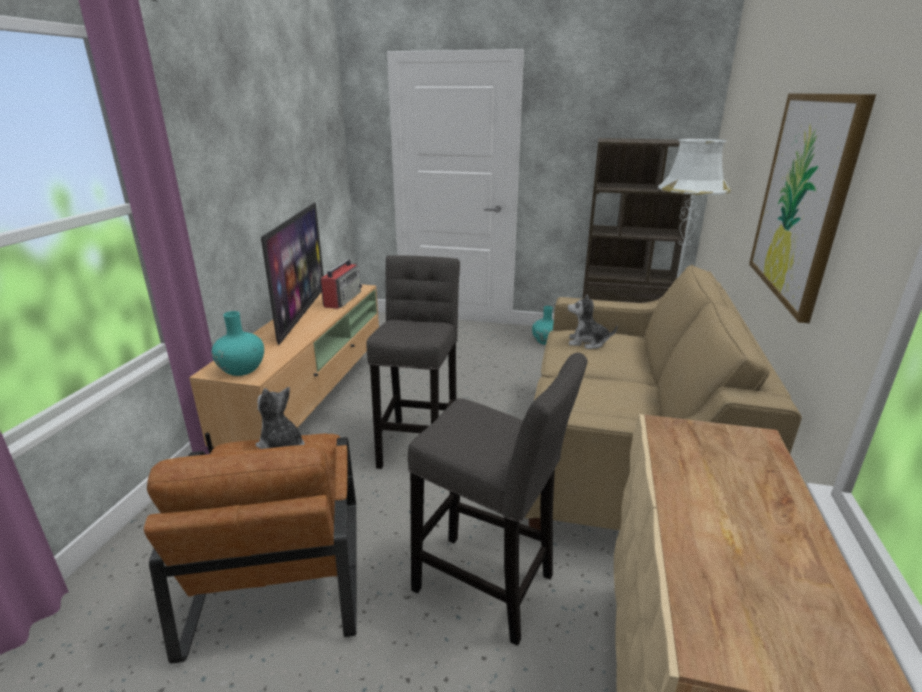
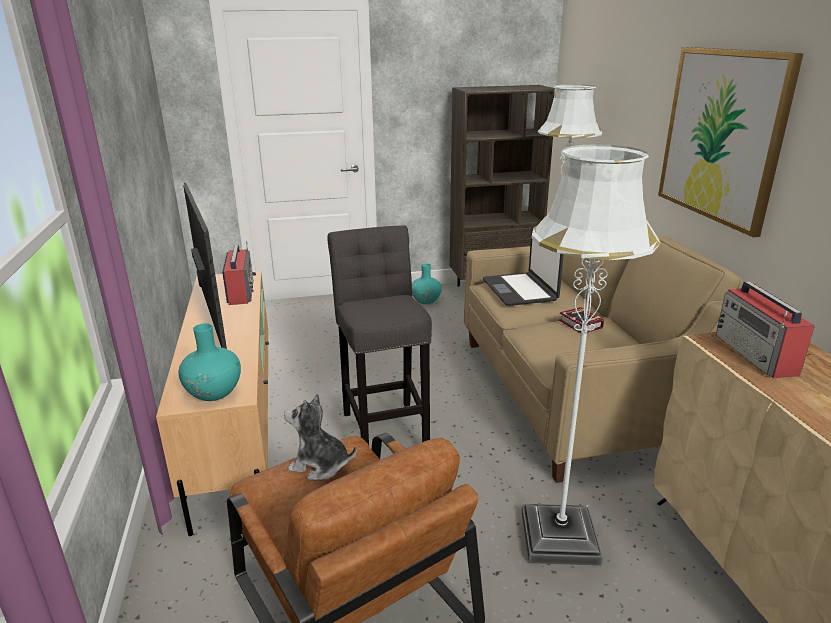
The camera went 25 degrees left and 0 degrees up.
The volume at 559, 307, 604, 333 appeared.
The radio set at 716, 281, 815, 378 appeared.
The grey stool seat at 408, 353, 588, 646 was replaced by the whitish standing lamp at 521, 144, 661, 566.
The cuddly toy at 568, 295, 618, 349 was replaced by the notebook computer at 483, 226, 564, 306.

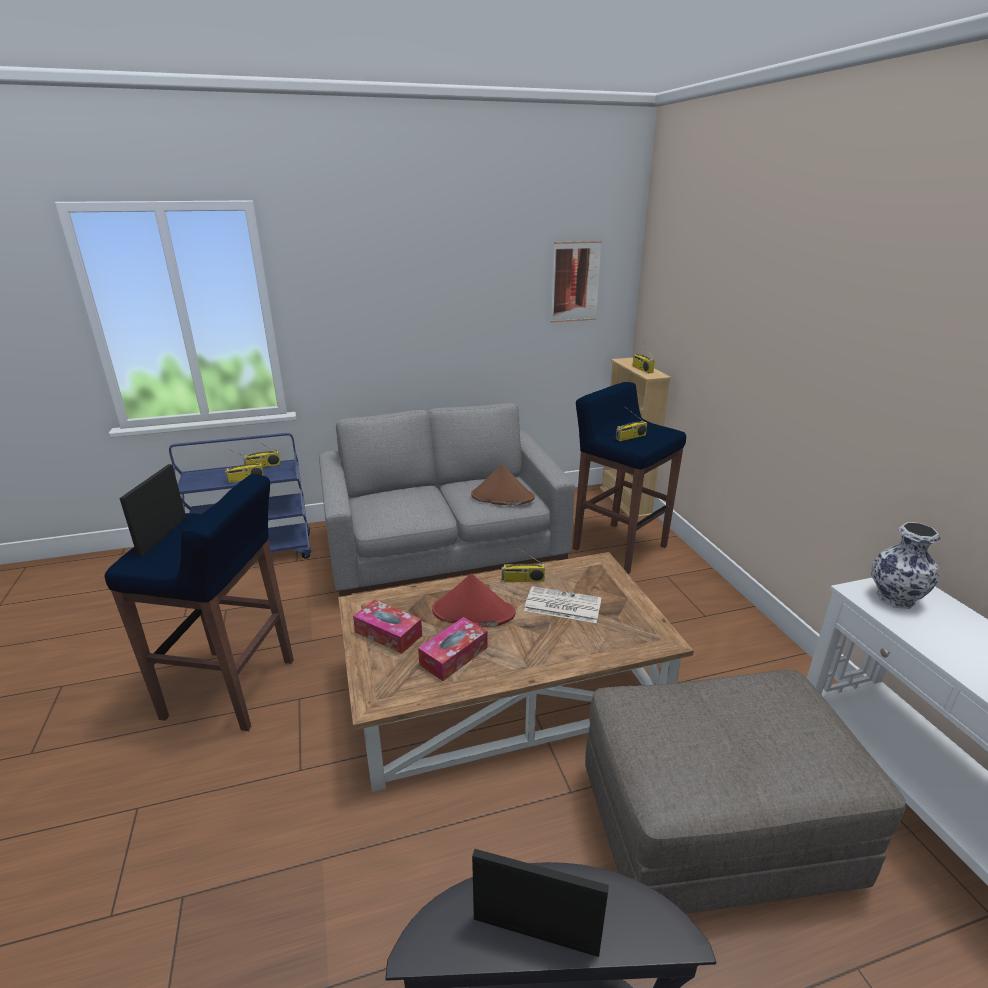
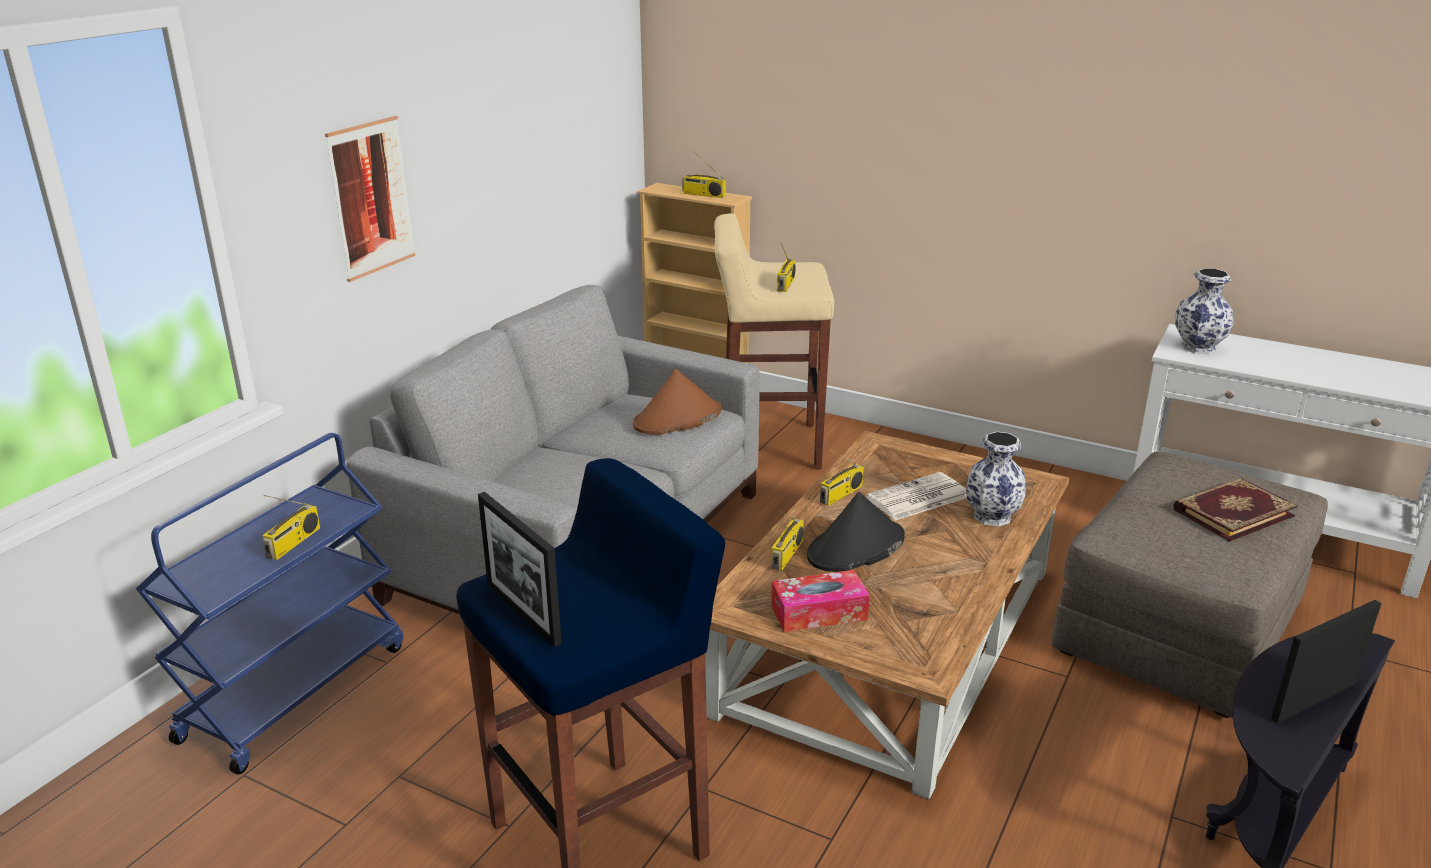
The camera went 45 degrees left and 0 degrees up.
The box of tissues at 418, 617, 488, 681 disappeared.
The vase at 966, 432, 1026, 527 appeared.
The volume at 1173, 478, 1298, 542 appeared.
The radio set moved from 243, 439, 280, 467 to 771, 510, 804, 571.
The wall art moved from 551, 241, 602, 323 to 325, 116, 415, 282.
The reddish hat at 432, 574, 515, 627 became the blackish hat at 807, 492, 905, 572.
The blue-coloured stool seat at 573, 382, 686, 574 became the beige stool seat at 714, 213, 834, 470.

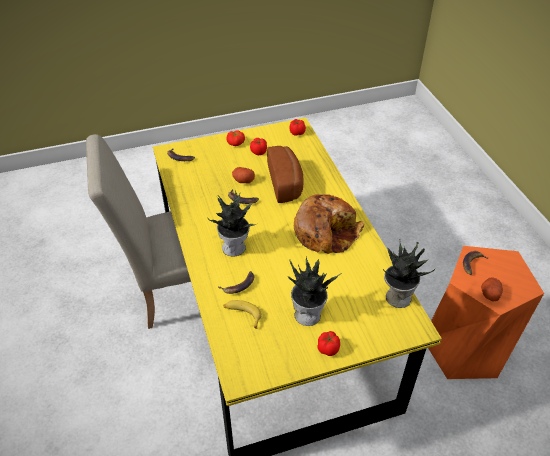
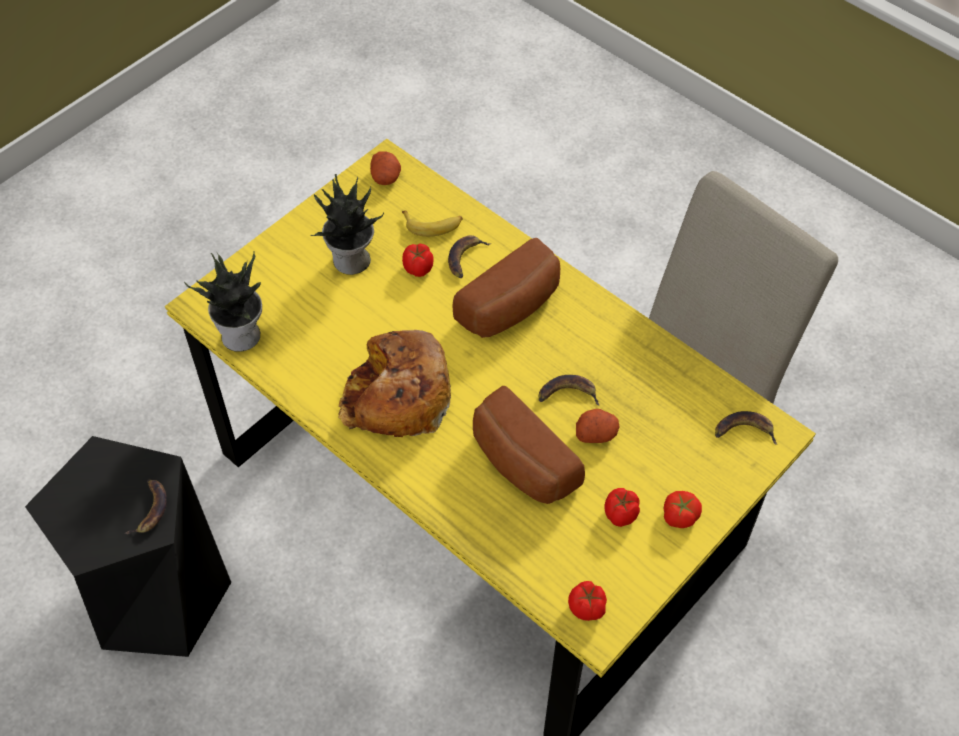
The camera went 150 degrees right and 10 degrees up.
The fresh tomato moved from 317, 331, 340, 356 to 402, 244, 434, 277.
The potato moved from 481, 277, 503, 301 to 370, 151, 401, 185.
The houseplant at 207, 190, 256, 256 was replaced by the bakery bread at 452, 238, 560, 338.
The orange-coloured stool seat at 428, 246, 544, 379 became the blackish stool seat at 25, 436, 231, 657.

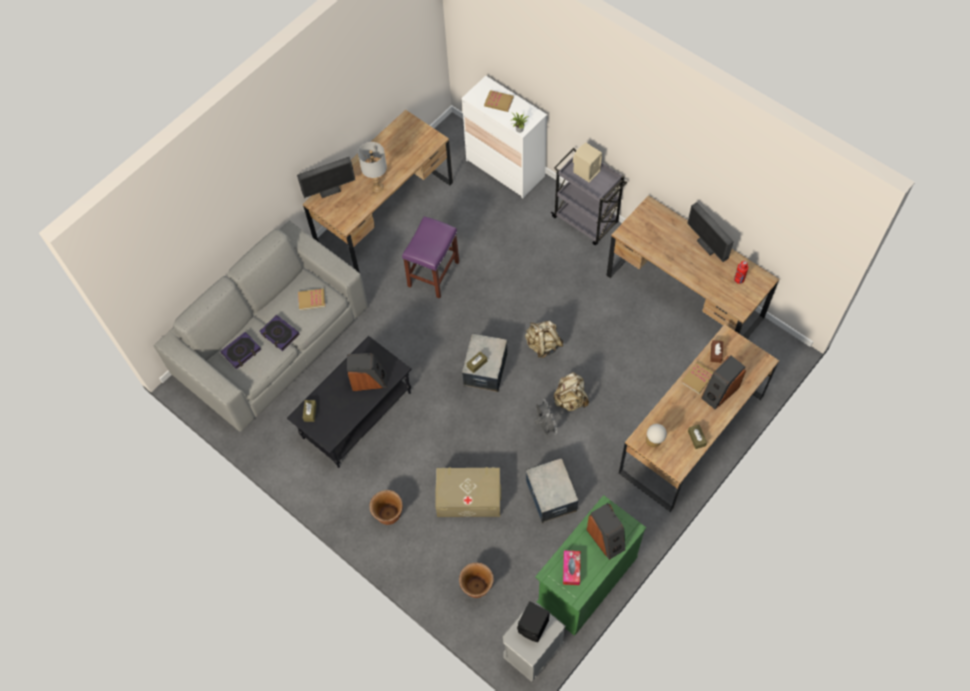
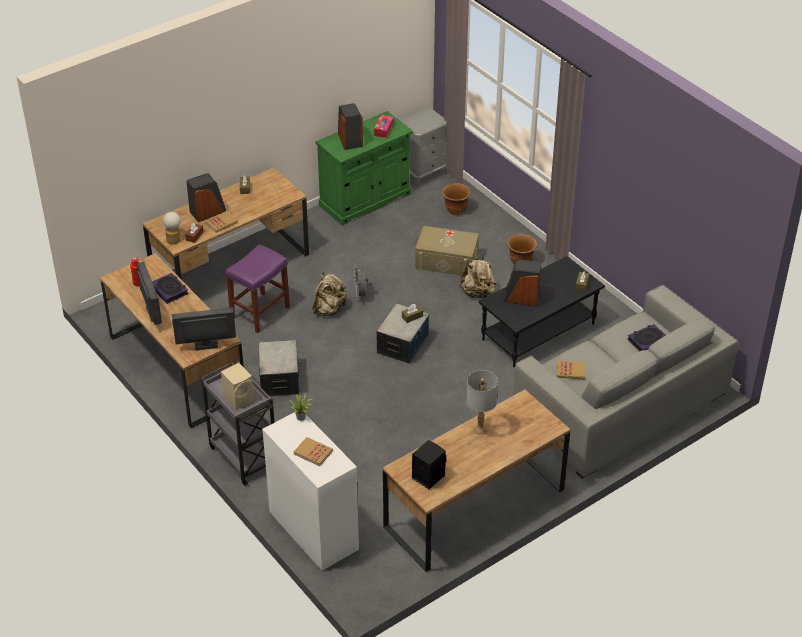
The camera went 170 degrees left and 20 degrees down.
The volume moved from 260, 315, 300, 351 to 152, 273, 189, 304.
The computer screen moved from 297, 157, 355, 198 to 172, 307, 236, 351.
The purple stool seat moved from 402, 216, 459, 299 to 225, 244, 290, 333.
The blackish audio speaker moved from 517, 601, 550, 642 to 412, 440, 447, 489.
The beige backpack moved from 525, 321, 563, 358 to 459, 255, 496, 298.
The storage container moved from 526, 458, 579, 523 to 258, 340, 300, 397.
The lamp for a table moved from 646, 424, 667, 447 to 163, 212, 181, 245.

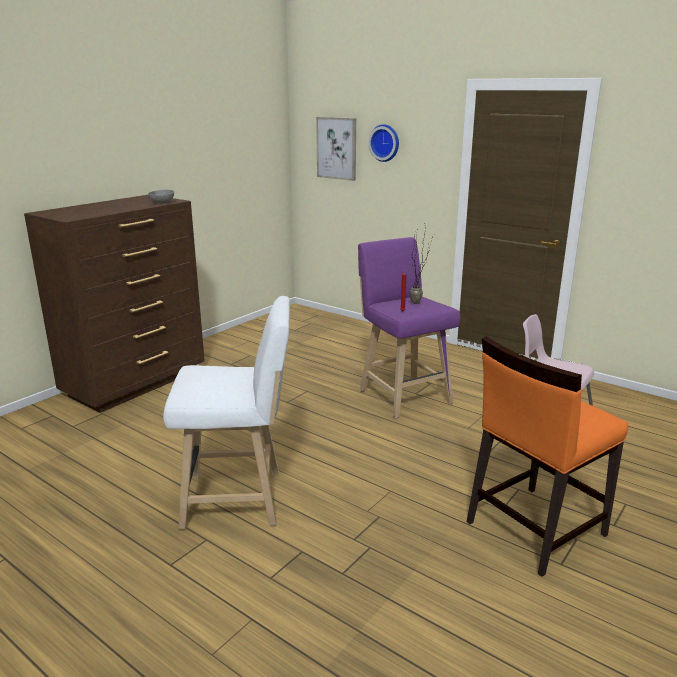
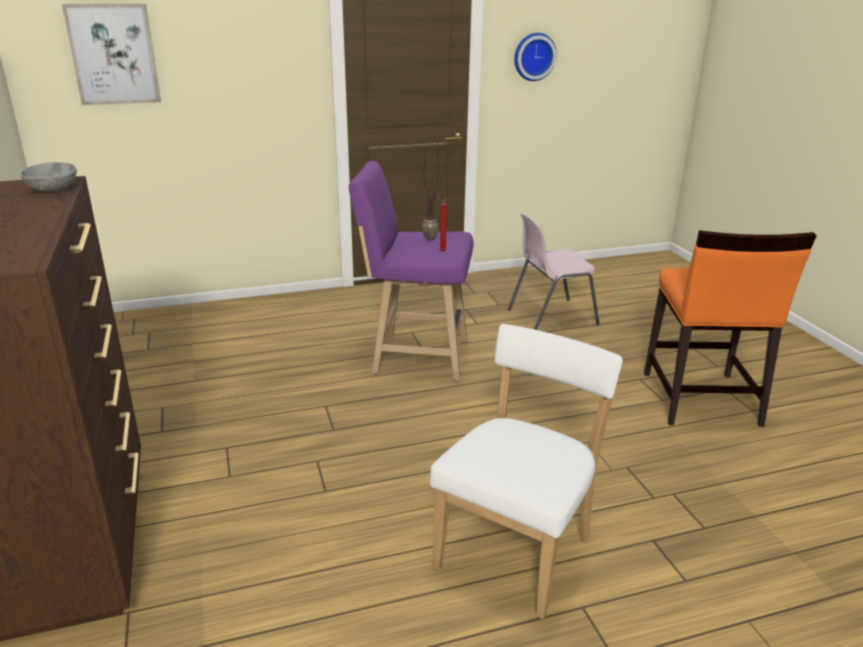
The camera went 55 degrees left and 5 degrees up.
The wall clock moved from 368, 124, 399, 162 to 514, 33, 557, 81.
The whitish stool seat at 163, 296, 290, 529 was replaced by the whitish upright chair at 430, 324, 623, 620.

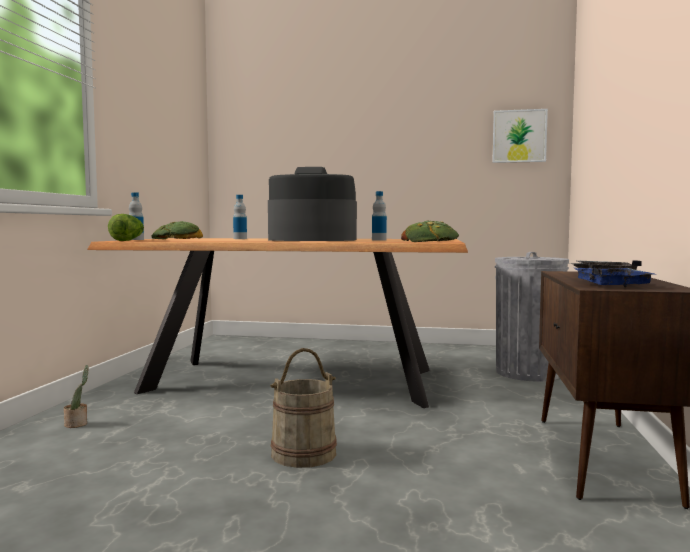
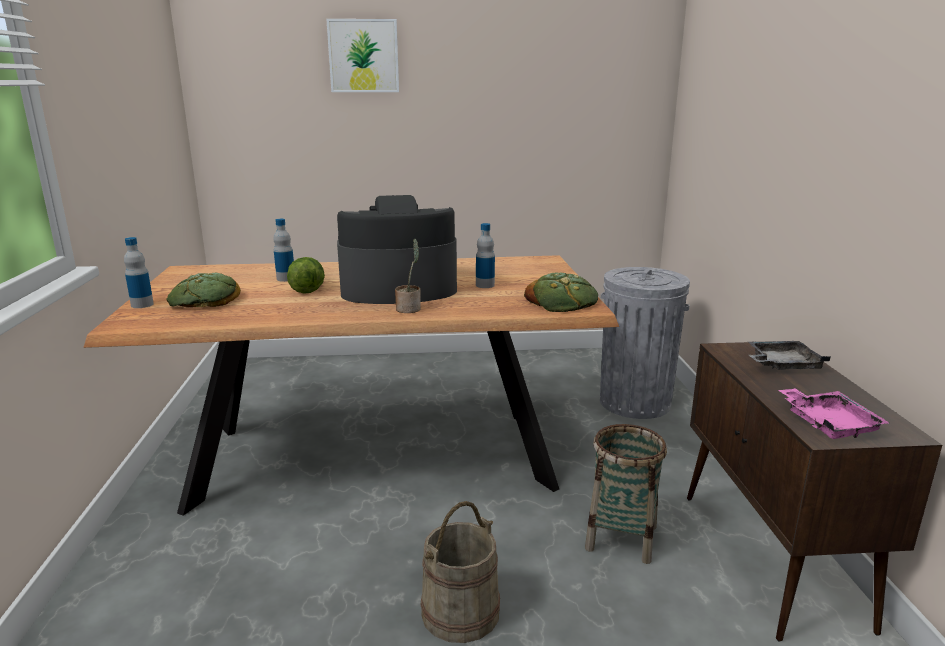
The camera went 15 degrees left and 15 degrees up.
The basket at 585, 424, 667, 564 appeared.
The houseplant moved from 64, 365, 89, 428 to 395, 239, 421, 313.
The lettuce head moved from 108, 214, 144, 241 to 287, 257, 325, 294.
The wall art moved from 492, 109, 548, 163 to 326, 19, 399, 92.
The blue-coloured tray at 574, 268, 655, 287 became the pinkish tray at 778, 388, 889, 439.

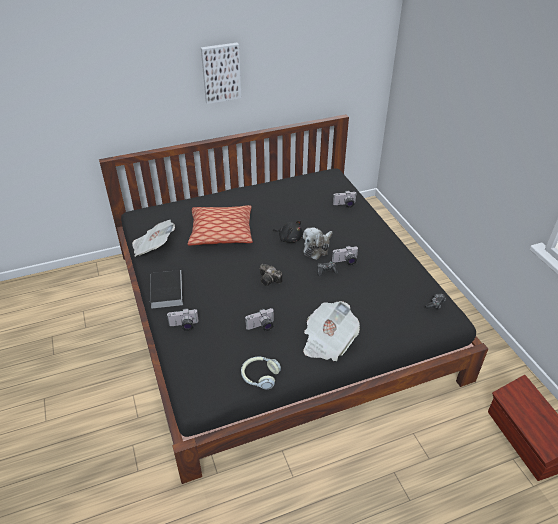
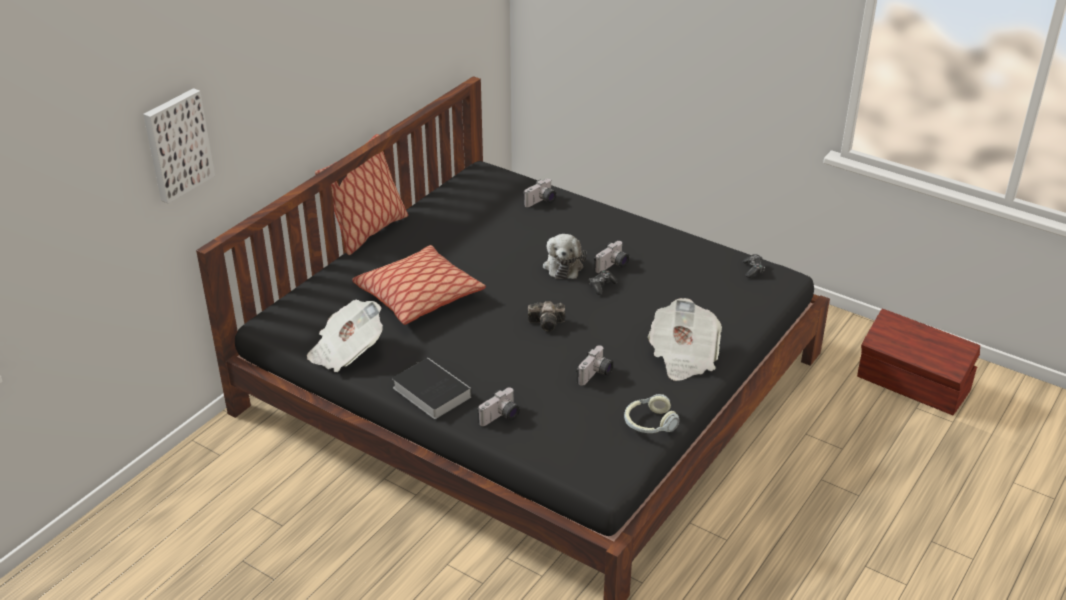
The camera went 35 degrees left and 5 degrees down.
The blackish cuddly toy at 273, 221, 303, 243 disappeared.
The cushion at 315, 134, 408, 255 appeared.
The wall art moved from 201, 43, 241, 104 to 143, 88, 215, 204.

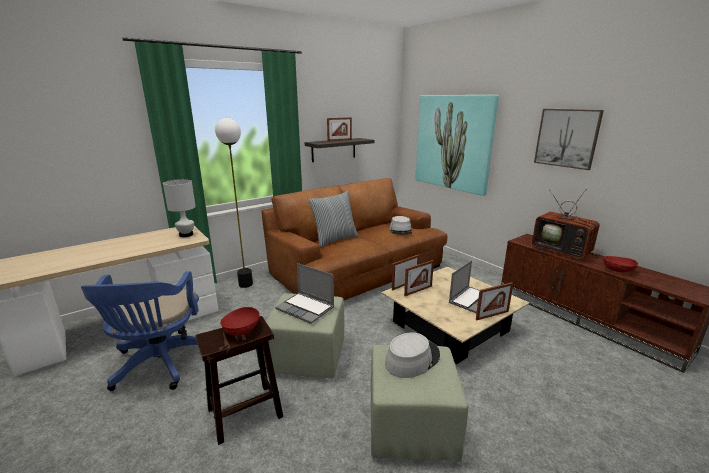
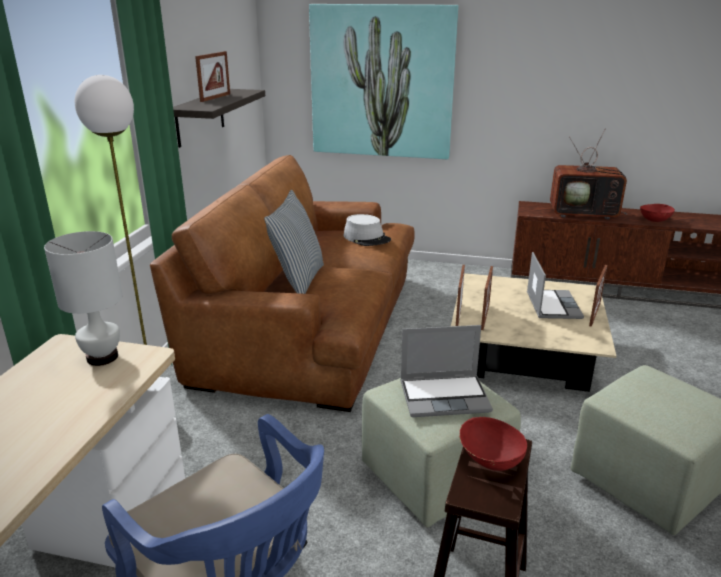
The camera went 40 degrees left and 5 degrees up.
The grey hat at 385, 333, 440, 378 disappeared.
The wall art at 534, 109, 604, 170 disappeared.

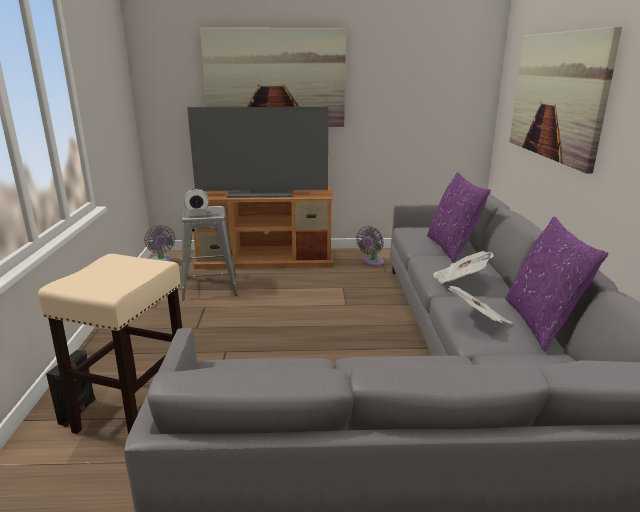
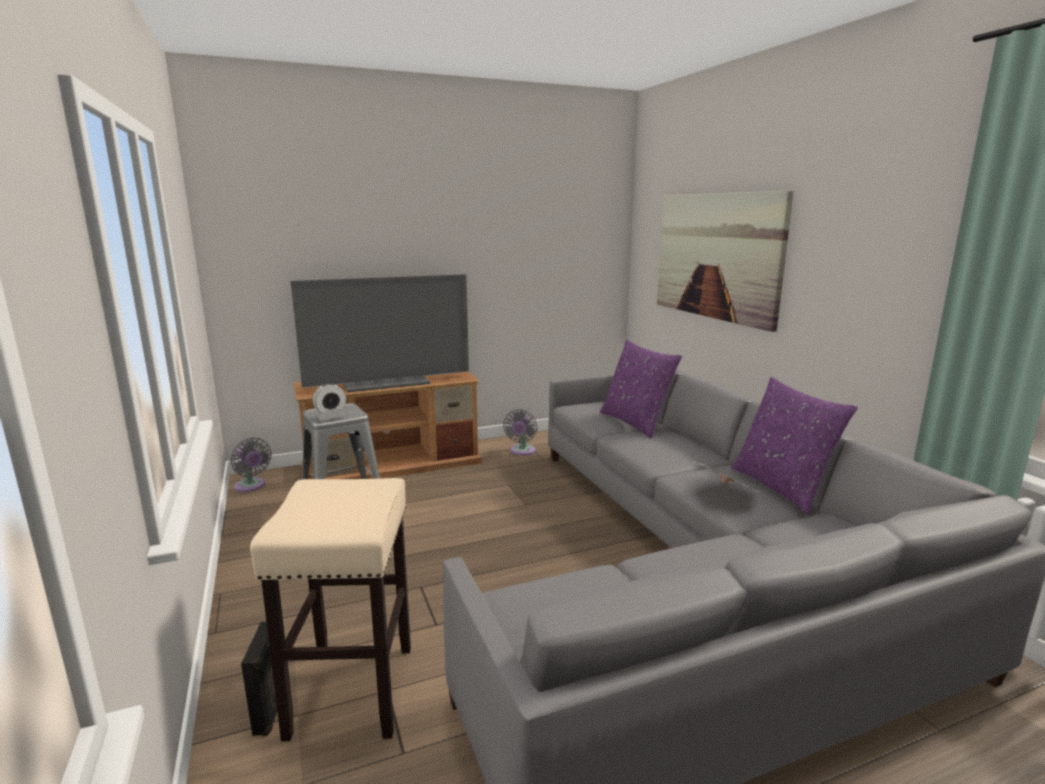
The camera went 20 degrees left and 5 degrees down.
The wall art at 200, 28, 346, 127 disappeared.
The daily paper at 433, 251, 494, 284 disappeared.

